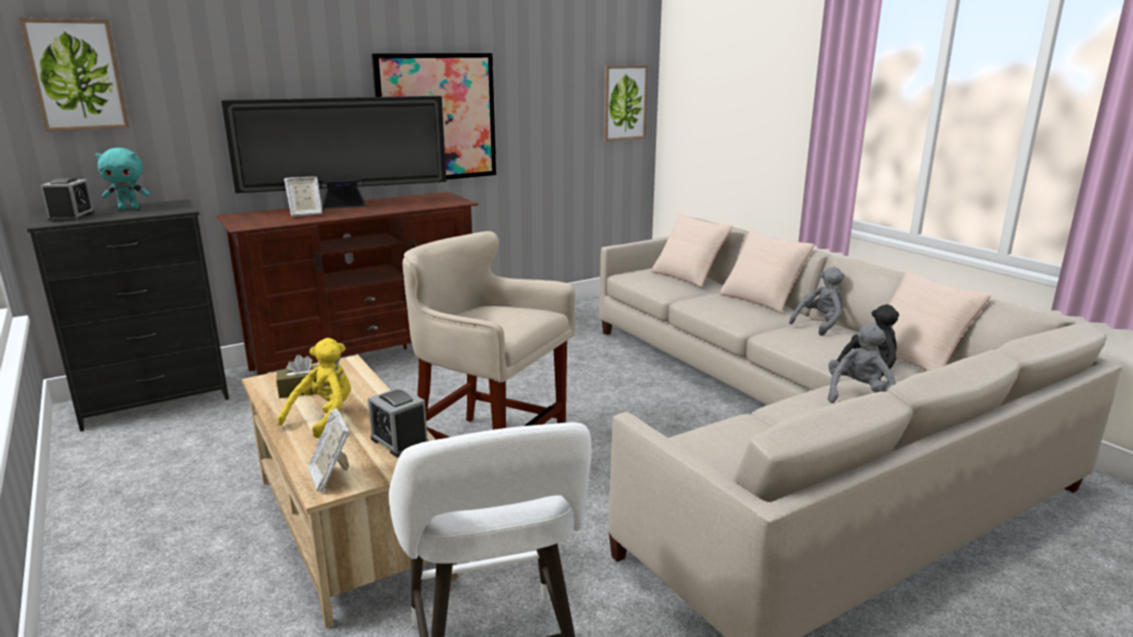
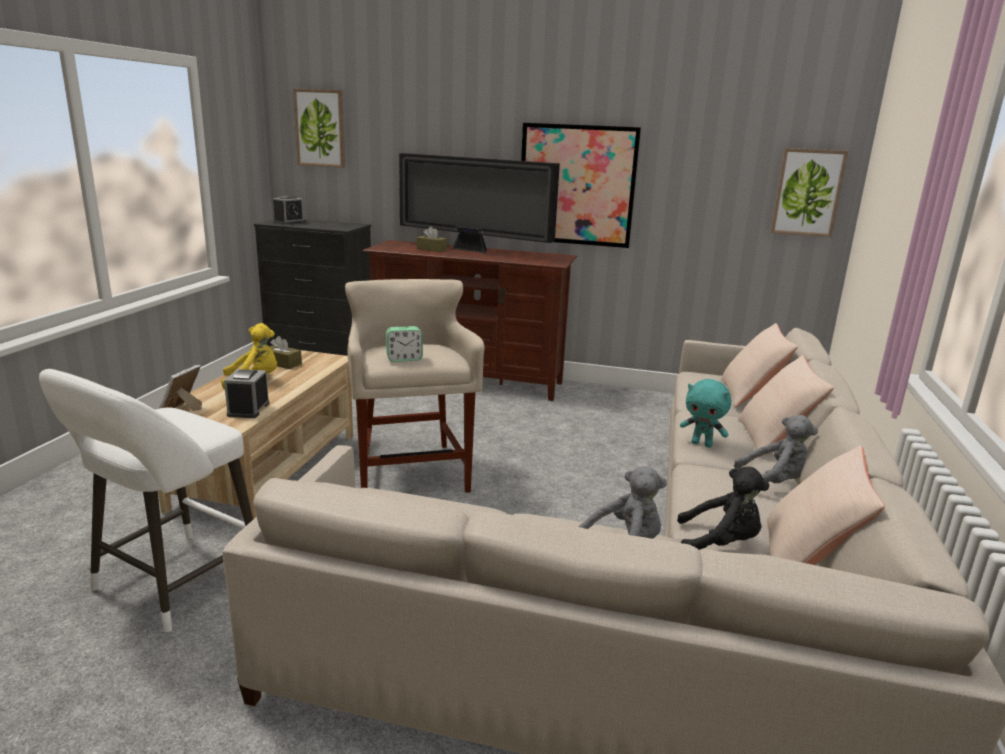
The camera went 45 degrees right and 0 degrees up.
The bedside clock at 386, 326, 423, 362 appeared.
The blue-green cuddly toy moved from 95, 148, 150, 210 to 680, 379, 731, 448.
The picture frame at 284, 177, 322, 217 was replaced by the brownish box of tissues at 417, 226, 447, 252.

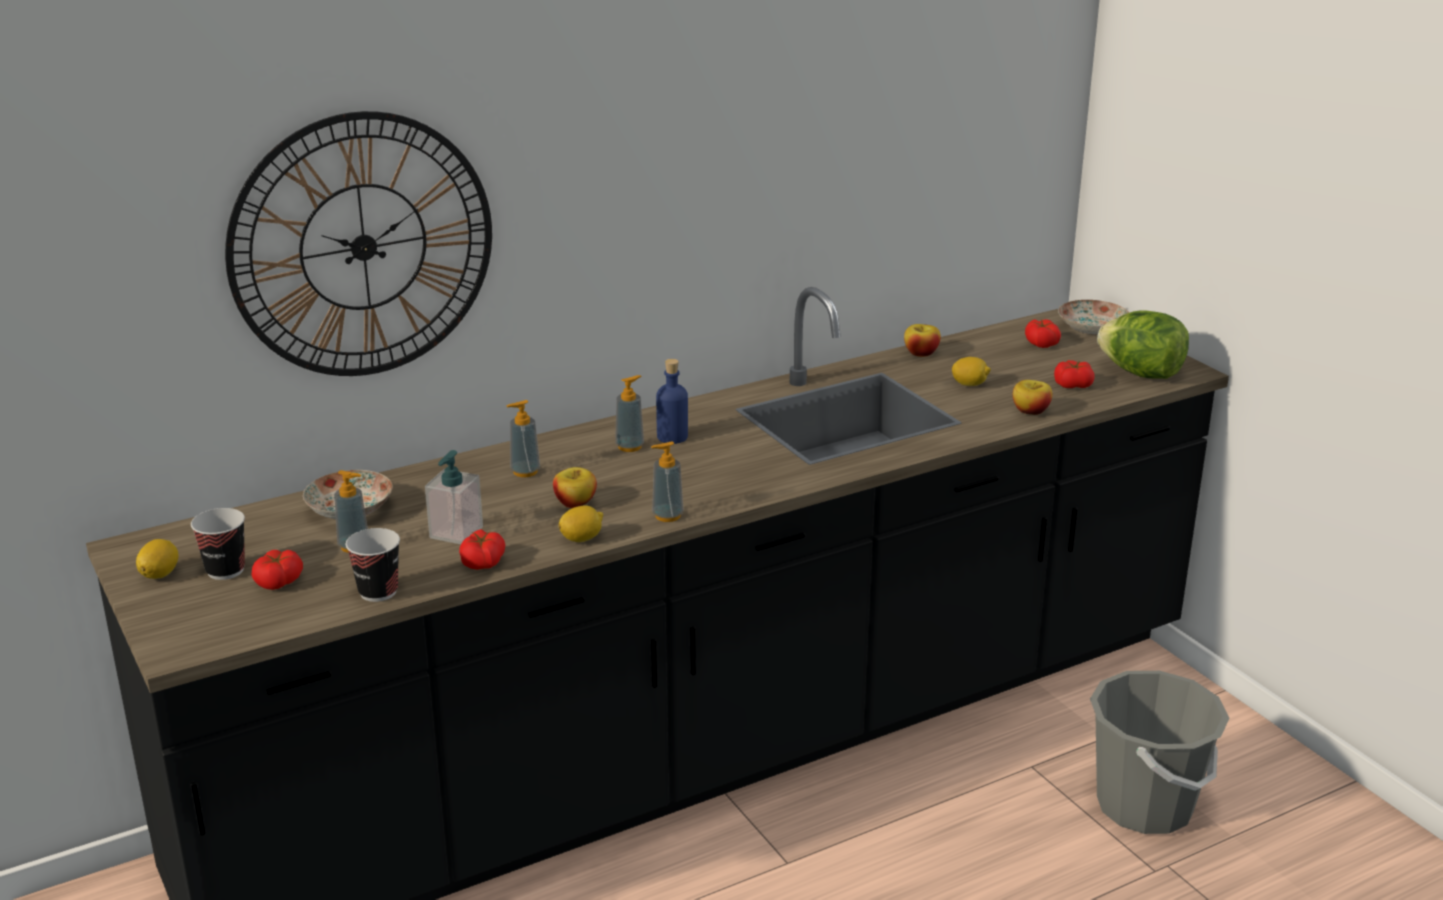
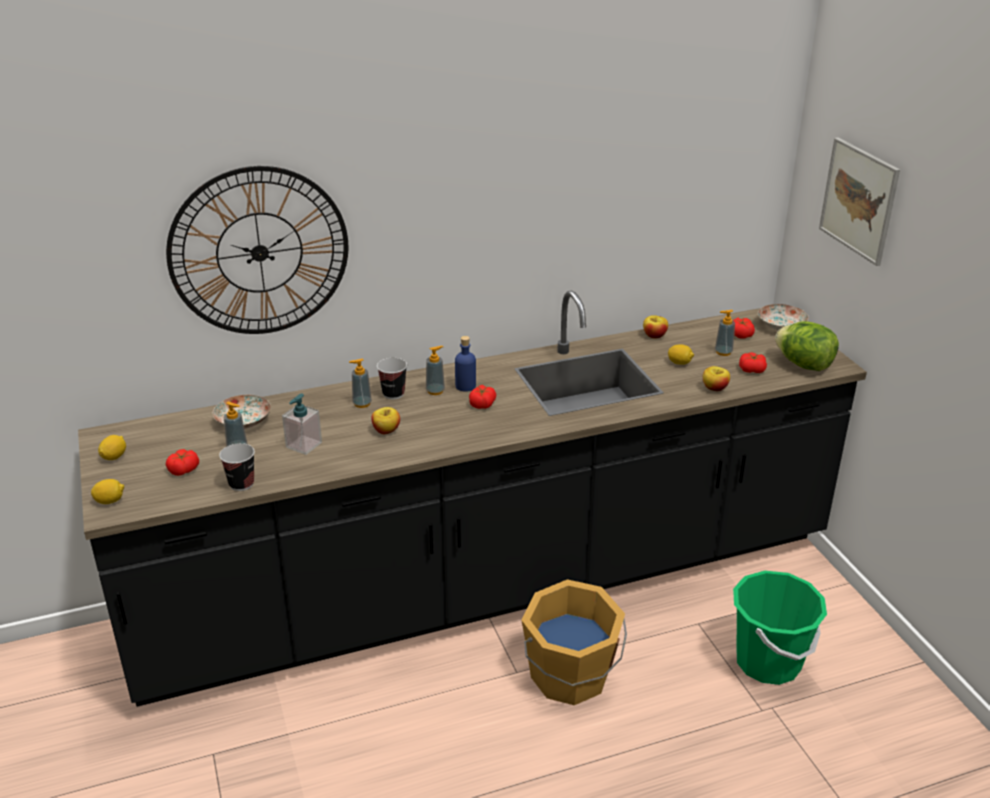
The camera went 10 degrees right and 5 degrees up.
The orange-coloured bucket at 521, 579, 627, 705 appeared.
The wall art at 819, 138, 900, 266 appeared.
The drinking cup moved from 191, 508, 245, 580 to 377, 358, 407, 399.
The fresh tomato moved from 459, 529, 505, 570 to 469, 385, 496, 409.
The whole lemon moved from 558, 506, 603, 542 to 91, 479, 124, 504.
The soap dispenser moved from 651, 441, 684, 522 to 715, 310, 735, 356.
The grey bucket at 1090, 671, 1229, 834 became the green bucket at 733, 571, 827, 685.

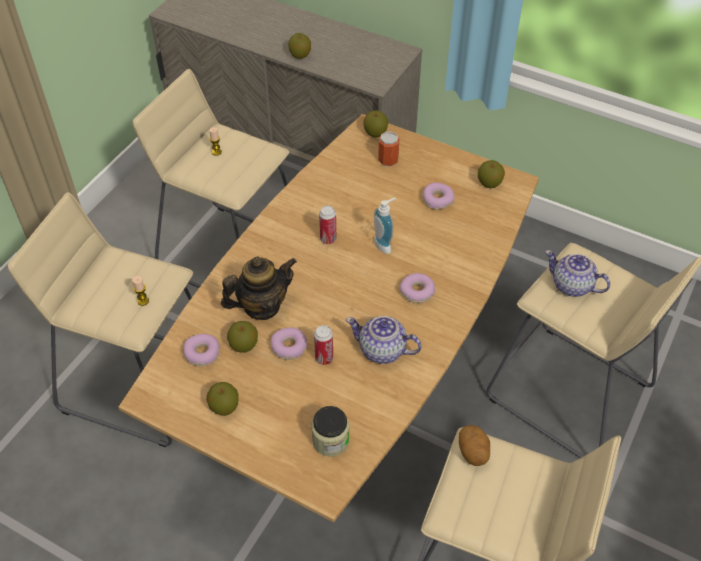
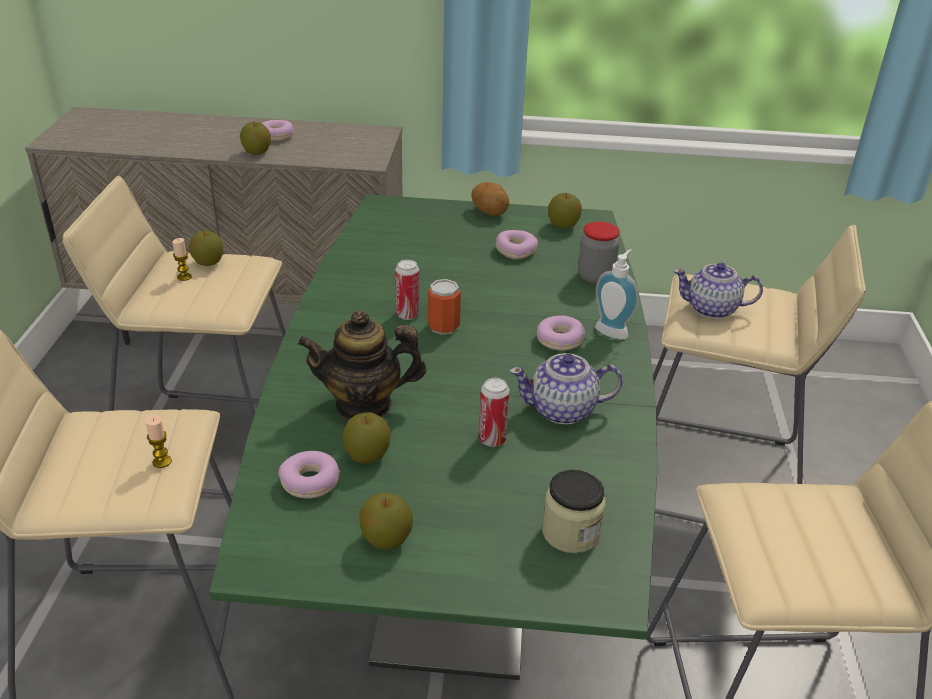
The camera went 25 degrees left and 15 degrees down.
The jar at 578, 221, 620, 284 appeared.
The ring doughnut moved from 271, 327, 307, 360 to 262, 120, 294, 141.
The apple fruit moved from 363, 110, 388, 137 to 189, 231, 223, 266.
The soap dispenser moved from 374, 198, 396, 254 to 595, 249, 639, 339.
The can moved from 378, 131, 400, 167 to 428, 279, 461, 335.
The potato moved from 459, 425, 490, 466 to 471, 182, 509, 216.
The brownish dining table at 119, 114, 539, 522 became the green dining table at 209, 194, 657, 680.
The pot for tea at 221, 257, 297, 320 turned 135 degrees counterclockwise.

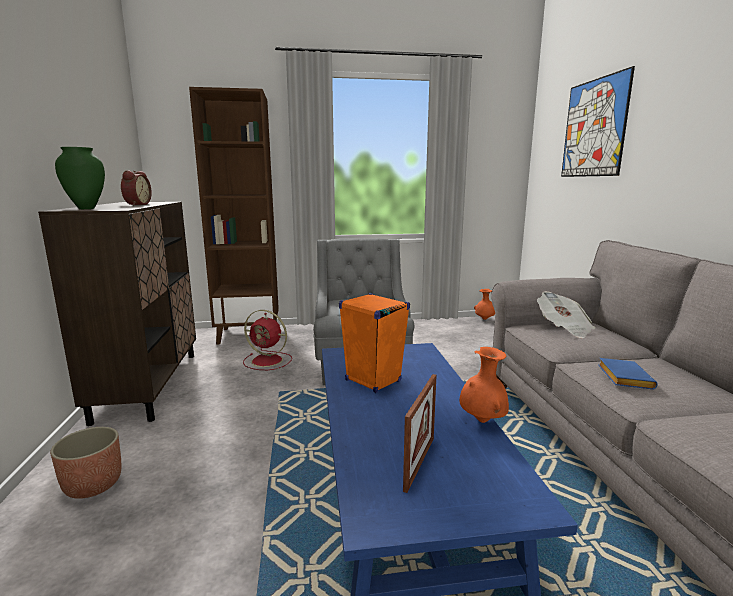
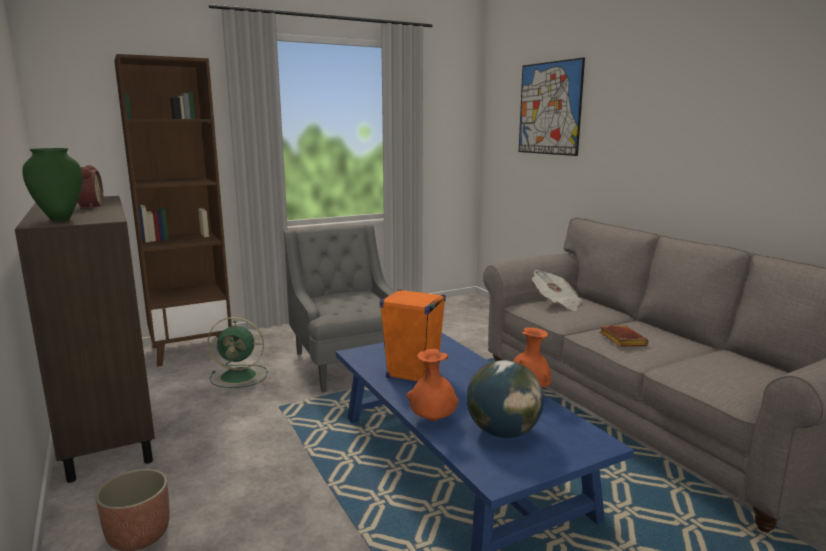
The camera went 20 degrees left and 0 degrees up.
The orange-coloured vase moved from 474, 289, 495, 320 to 407, 349, 459, 421.
The picture frame at 403, 374, 437, 493 was replaced by the desk globe at 467, 360, 544, 438.
The reddish electric fan at 243, 310, 292, 370 became the green electric fan at 207, 317, 268, 388.
The blue-coloured volume at 598, 358, 658, 389 became the brownish volume at 599, 326, 649, 347.

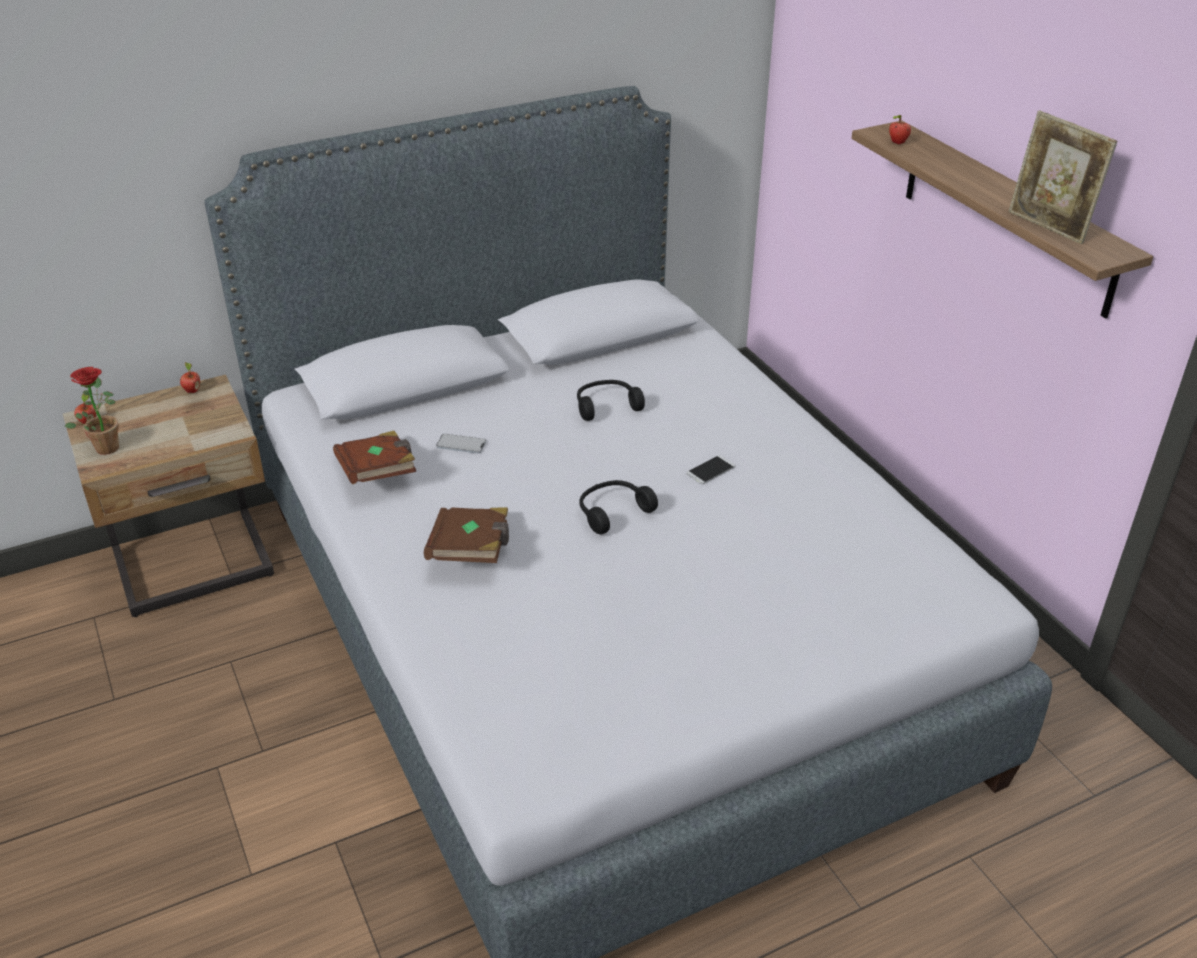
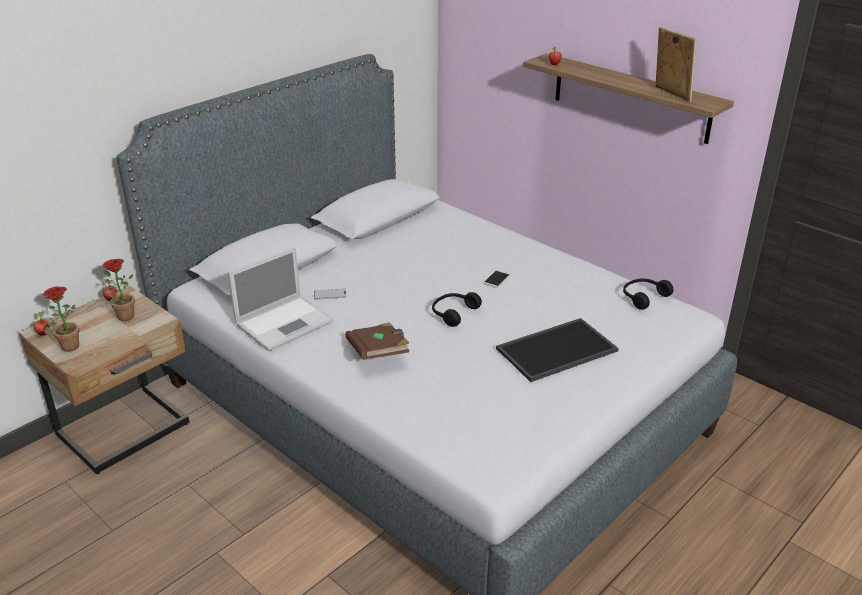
The camera went 20 degrees left and 5 degrees down.
The houseplant at 102, 259, 135, 321 appeared.
The tray at 496, 318, 619, 382 appeared.
The blackish headphones moved from 577, 380, 645, 421 to 623, 278, 673, 310.
The brownish volume at 333, 431, 416, 484 was replaced by the notebook computer at 228, 247, 333, 351.
The picture frame at 1009, 111, 1117, 244 turned 150 degrees counterclockwise.

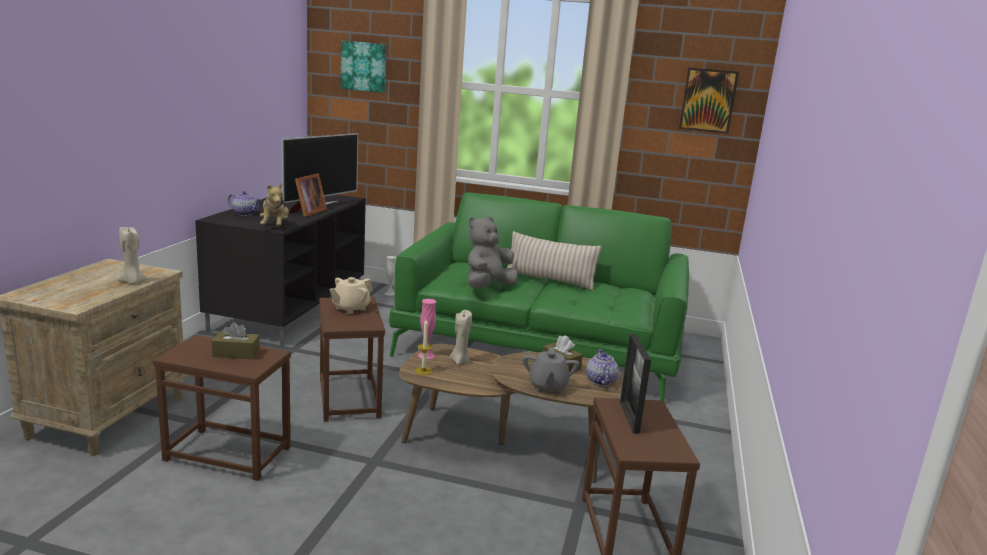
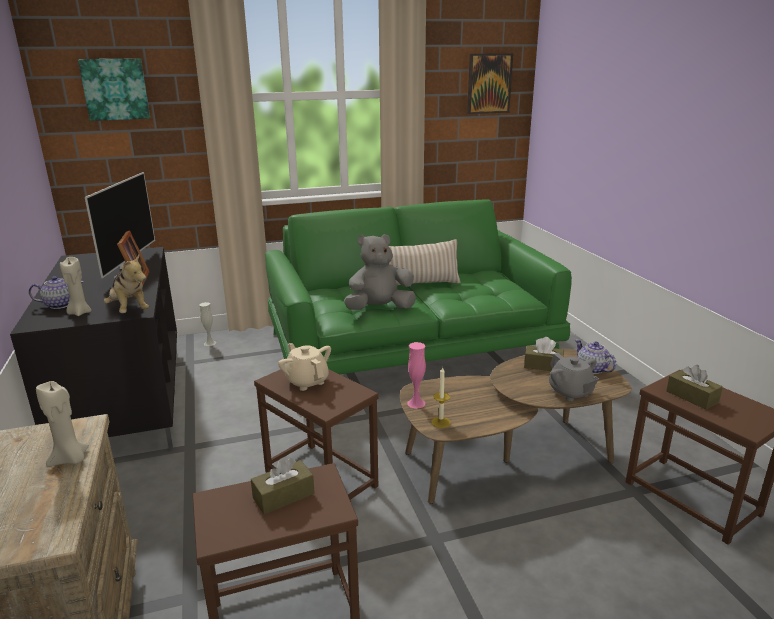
The camera went 30 degrees left and 5 degrees up.
The beige wax candle moved from 450, 310, 472, 365 to 60, 257, 92, 316.
The picture frame at 620, 334, 651, 434 was replaced by the brownish box of tissues at 666, 365, 723, 410.
The beige pot for tea at 329, 277, 373, 314 turned 135 degrees clockwise.
The grey cuddly toy at 467, 217, 518, 288 turned 60 degrees clockwise.

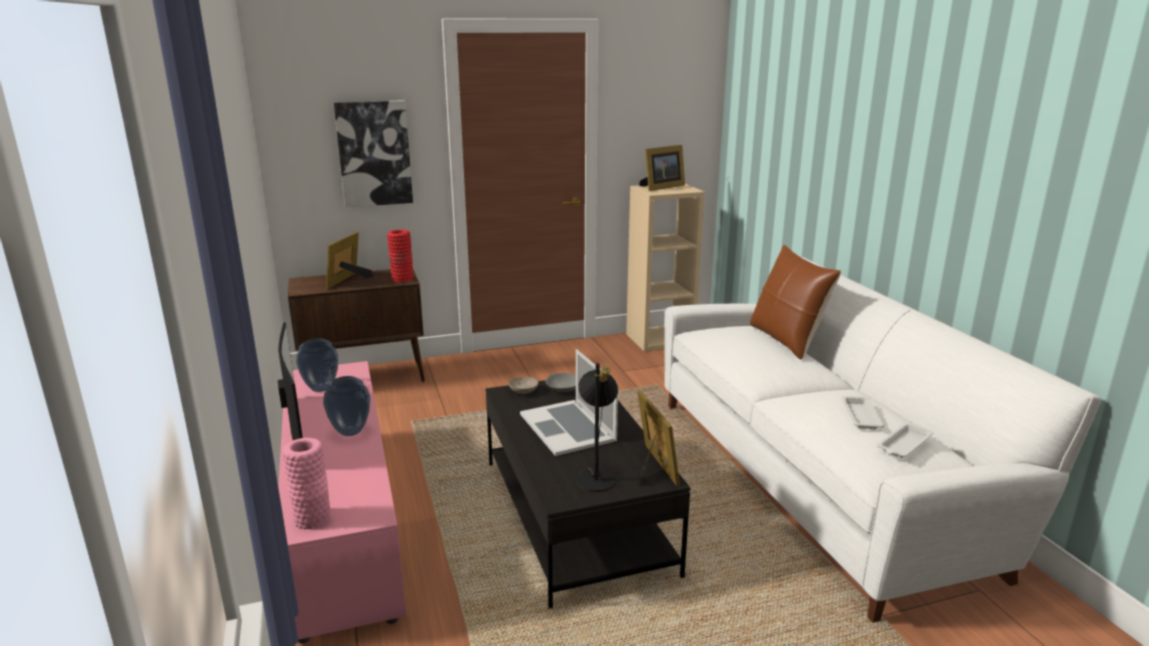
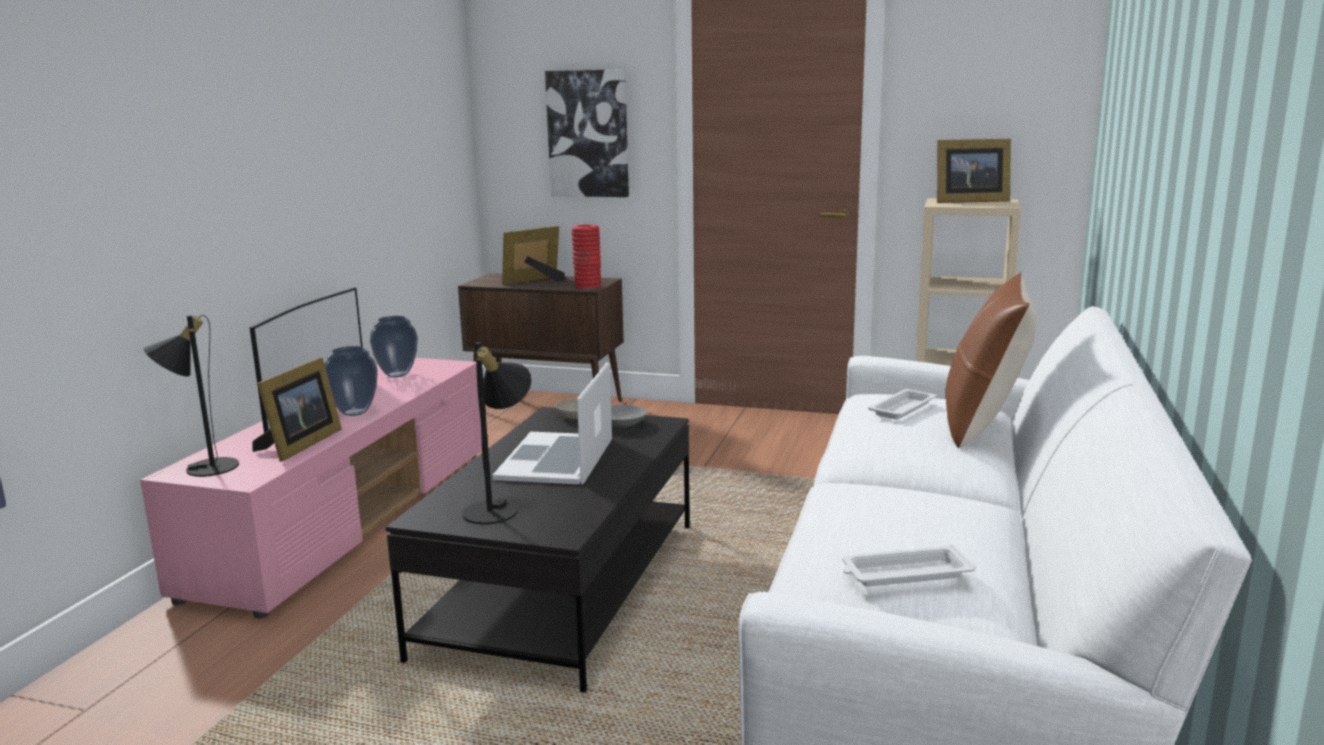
The camera went 35 degrees right and 5 degrees down.
The picture frame moved from 637, 390, 680, 486 to 252, 357, 342, 462.
The whitish tray moved from 841, 396, 884, 429 to 868, 389, 936, 419.
The pinkish vase at 282, 438, 331, 529 was replaced by the blackish lamp for a table at 143, 315, 239, 477.

